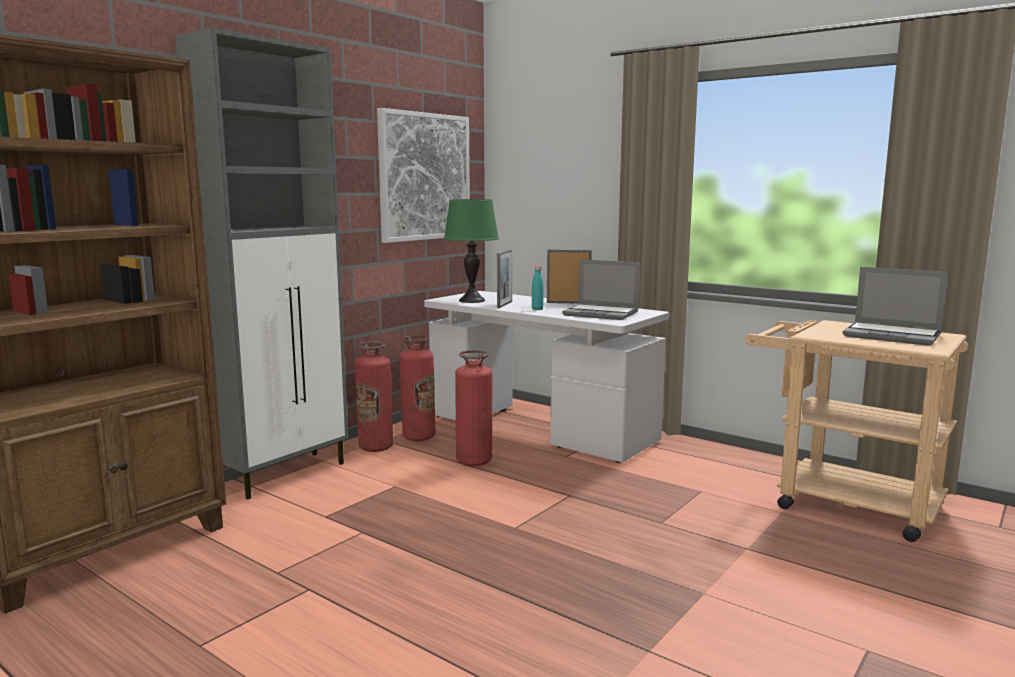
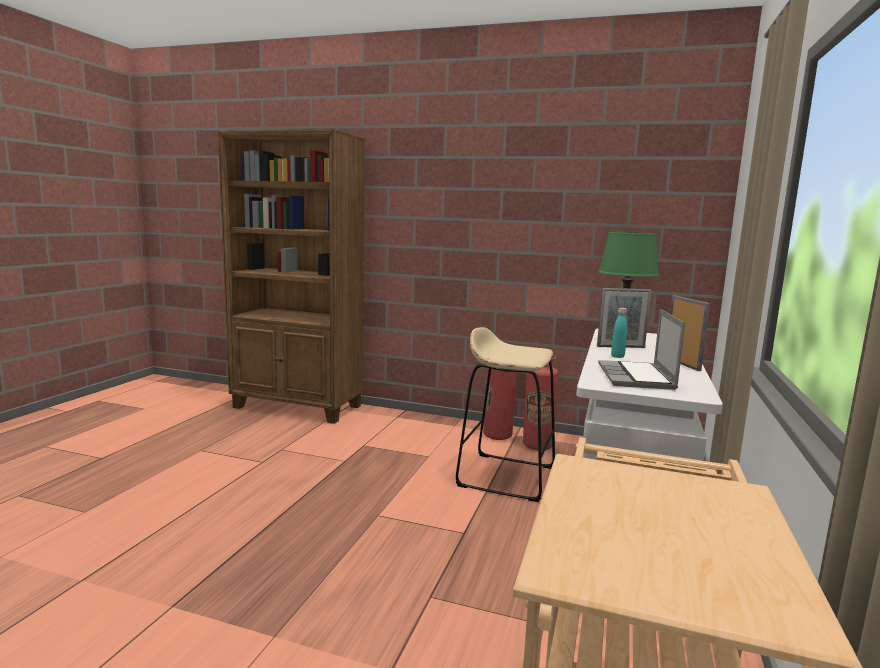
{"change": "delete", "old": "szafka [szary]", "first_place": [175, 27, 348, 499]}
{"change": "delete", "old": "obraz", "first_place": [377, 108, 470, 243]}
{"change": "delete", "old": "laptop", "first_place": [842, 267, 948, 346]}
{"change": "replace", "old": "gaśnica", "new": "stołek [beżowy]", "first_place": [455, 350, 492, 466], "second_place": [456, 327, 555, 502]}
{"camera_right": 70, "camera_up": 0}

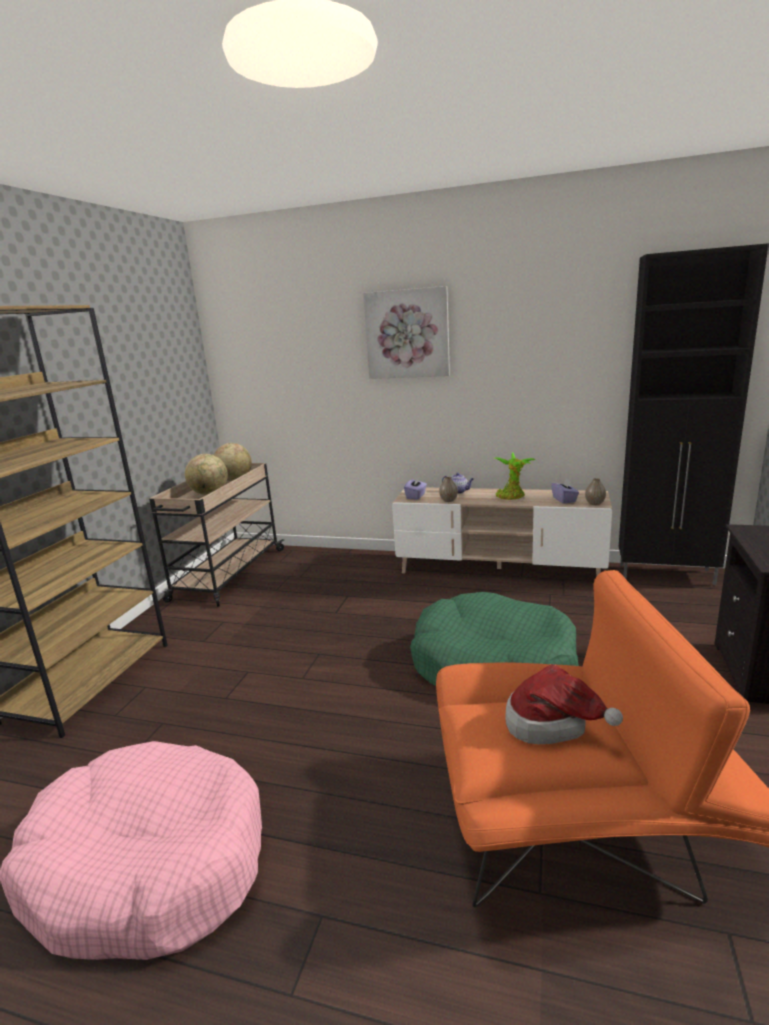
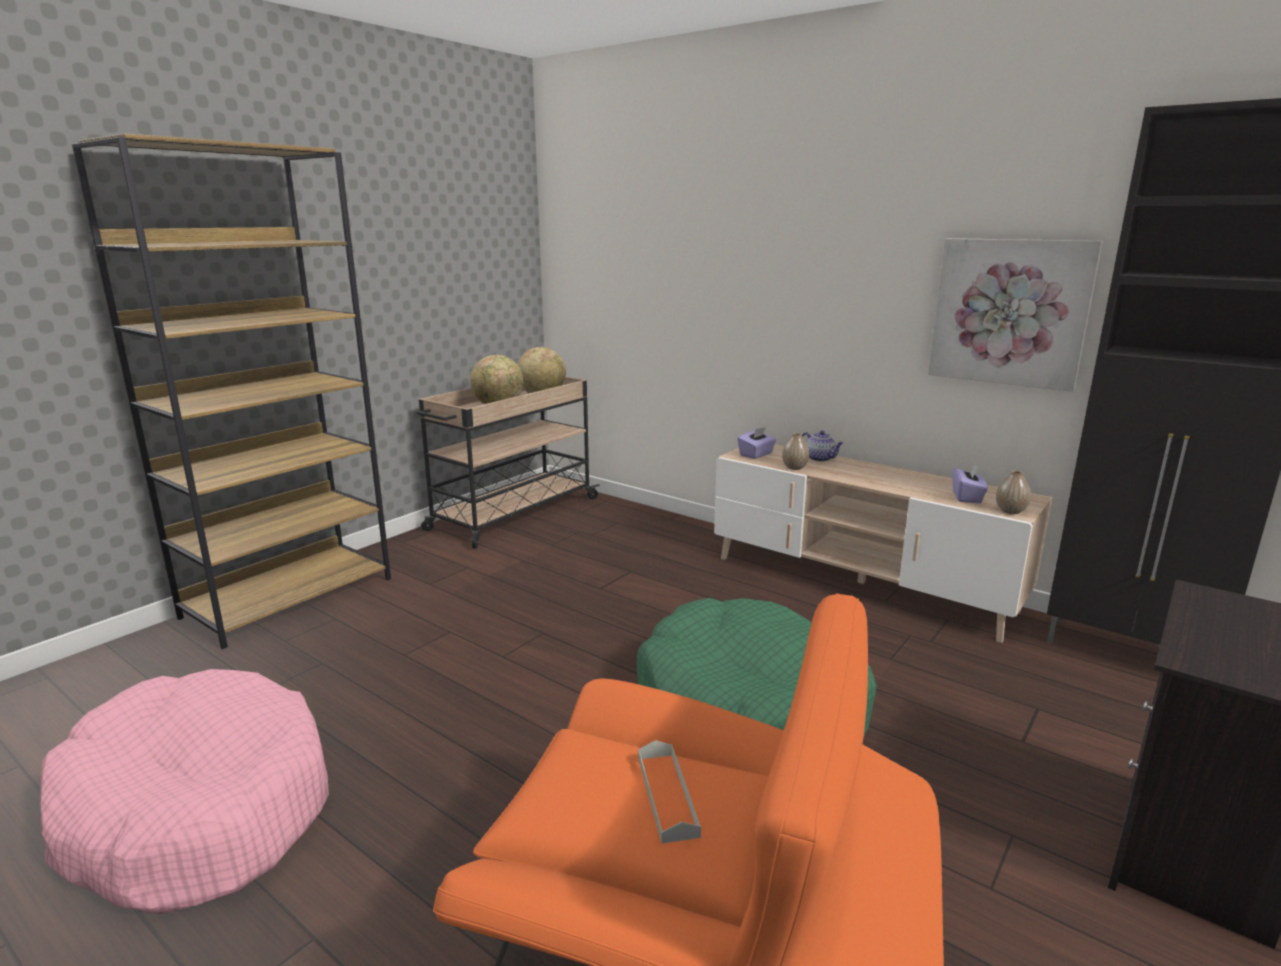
{"change": "delete", "old": "roślina doniczkowa", "first_place": [495, 452, 535, 500]}
{"change": "move", "old": "obraz", "first_place": [363, 286, 450, 379], "second_place": [928, 238, 1103, 392]}
{"change": "replace", "old": "kapelusz", "new": "taca [szary]", "first_place": [505, 664, 623, 744], "second_place": [638, 740, 701, 843]}
{"camera_right": 20, "camera_up": 0}

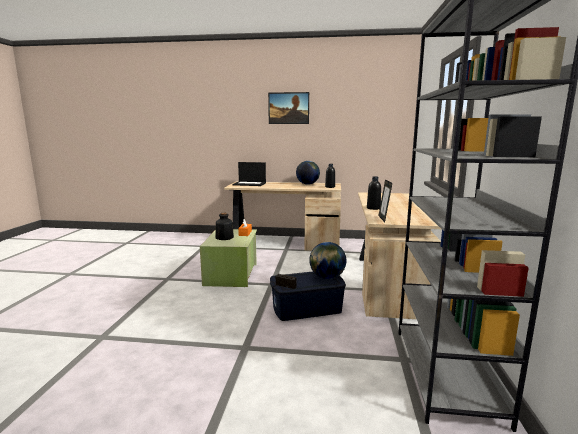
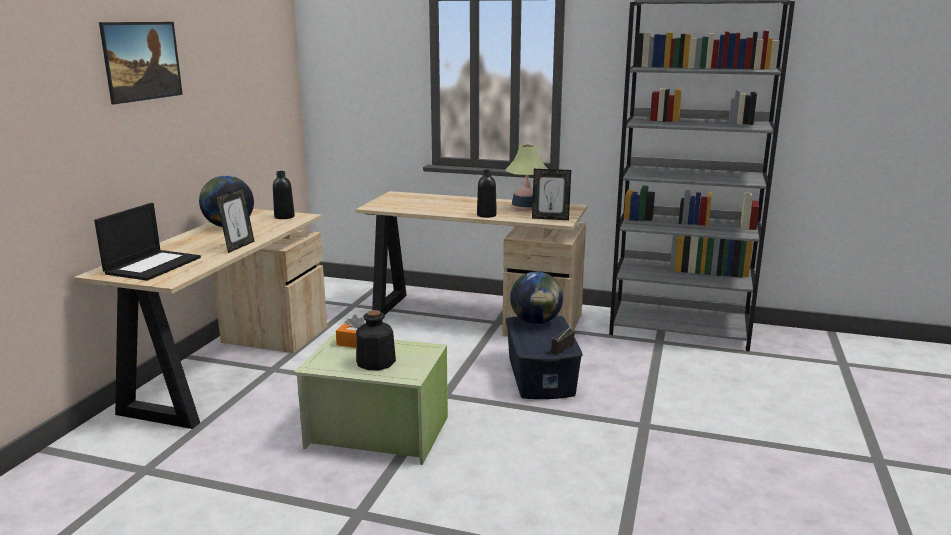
{"change": "insert", "new": "ramka na zdjęcie", "second_place": [216, 187, 255, 253]}
{"change": "insert", "new": "lampa stołowa", "second_place": [505, 143, 548, 211]}
{"camera_right": -80, "camera_up": 5}

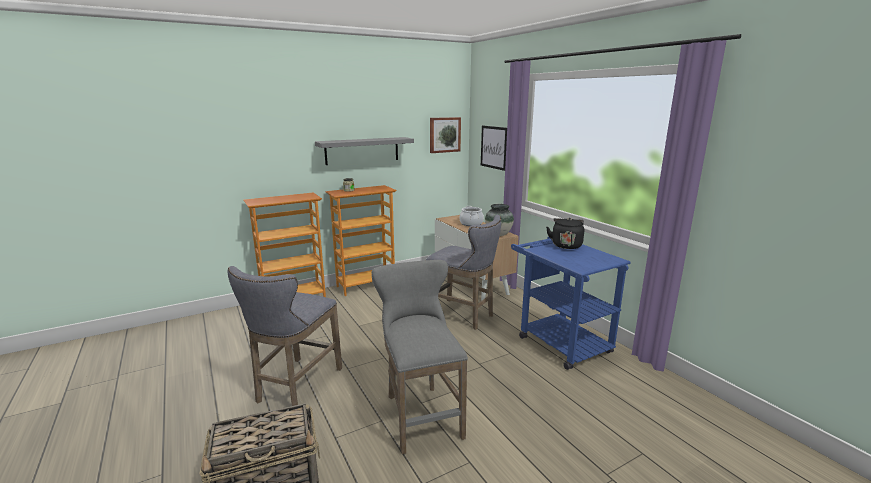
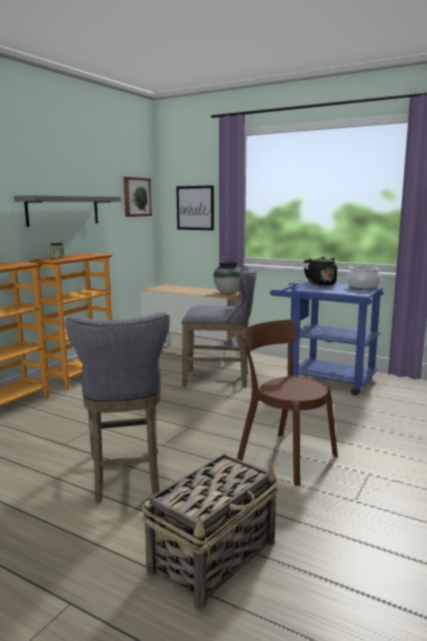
{"change": "move", "old": "garnek", "first_place": [459, 206, 484, 226], "second_place": [347, 266, 381, 290]}
{"change": "replace", "old": "stołek [szary]", "new": "krzesło [brązowy]", "first_place": [371, 260, 468, 454], "second_place": [237, 320, 338, 486]}
{"camera_right": -30, "camera_up": -5}

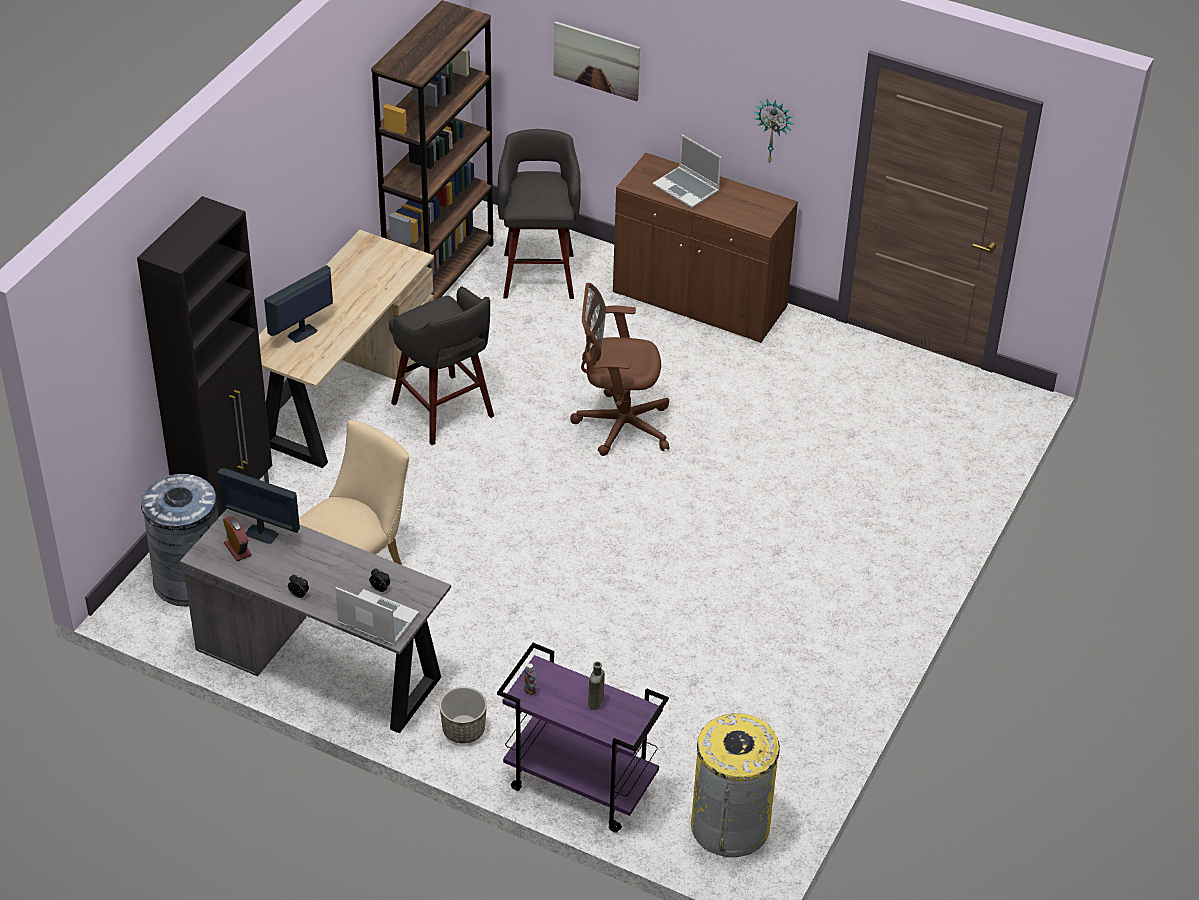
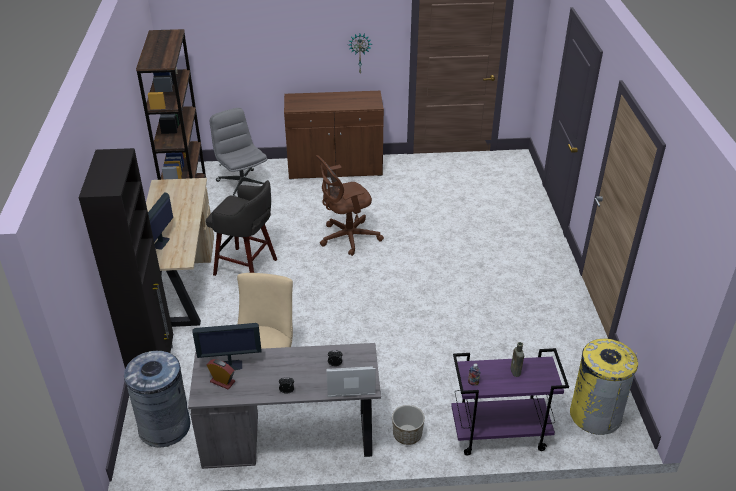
{"change": "delete", "old": "obraz", "first_place": [554, 21, 640, 101]}
{"change": "delete", "old": "laptop", "first_place": [653, 134, 721, 208]}
{"change": "replace", "old": "stołek [szary]", "new": "krzesło biurowe [szary]", "first_place": [497, 129, 581, 299], "second_place": [210, 108, 268, 196]}
{"camera_right": -30, "camera_up": -5}

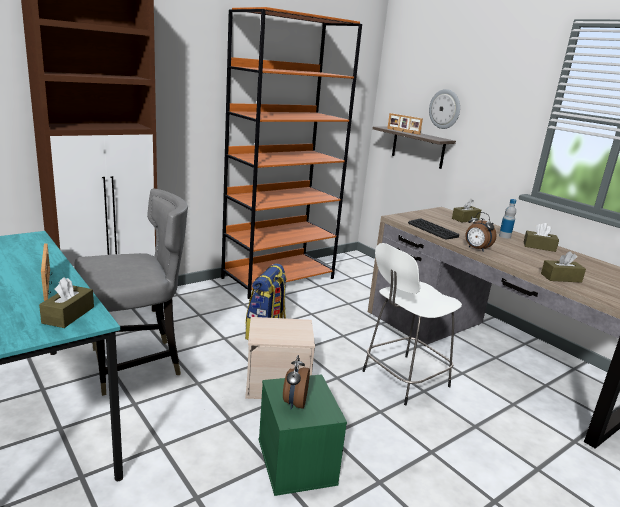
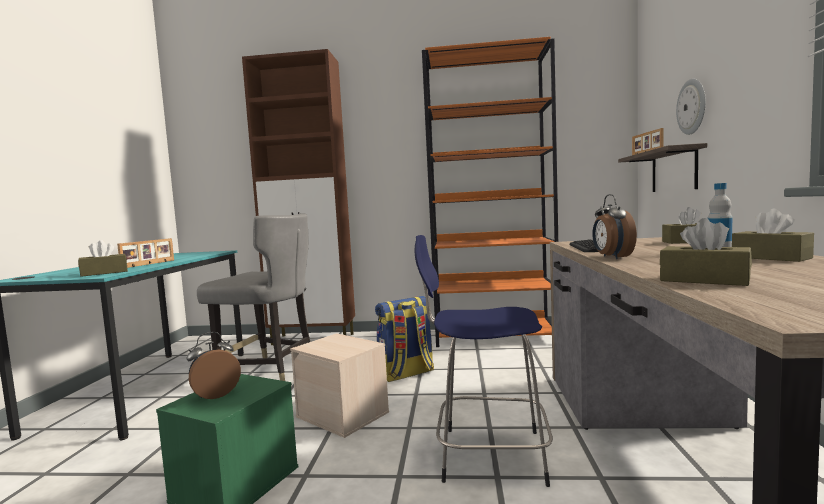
{"change": "recolor", "old": "stołek [biały]", "new": "stołek [niebieski]", "first_place": [363, 243, 462, 405], "second_place": [414, 235, 553, 487]}
{"camera_right": 45, "camera_up": -15}

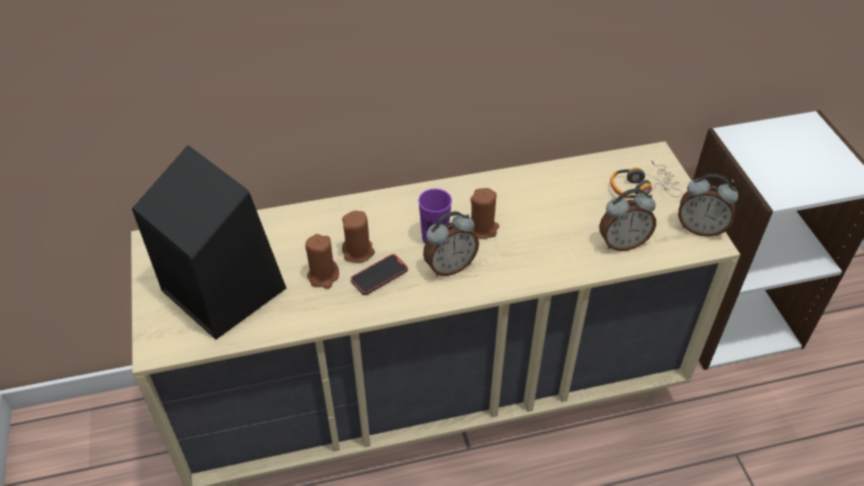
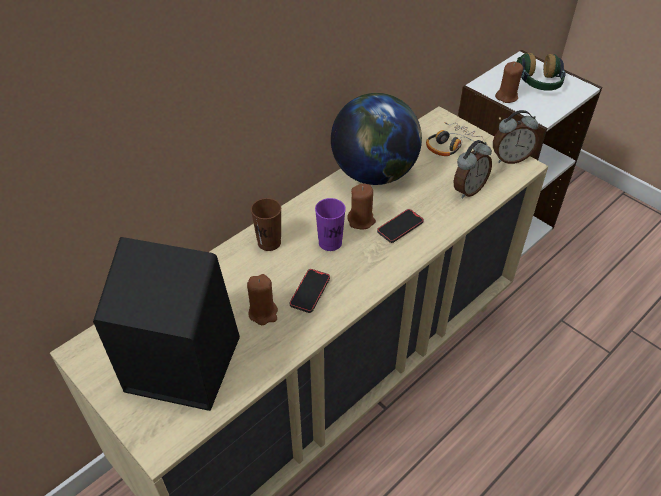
{"change": "delete", "old": "budzik", "first_place": [423, 211, 479, 276]}
{"change": "insert", "new": "filiżanka [brązowy]", "second_place": [251, 198, 281, 251]}
{"change": "insert", "new": "globus", "second_place": [331, 93, 422, 185]}
{"change": "insert", "new": "telefon", "second_place": [377, 209, 424, 243]}
{"change": "insert", "new": "słuchawki", "second_place": [517, 53, 566, 91]}
{"change": "move", "old": "świeca [brązowy]", "first_place": [342, 210, 375, 263], "second_place": [495, 62, 523, 103]}
{"camera_right": -30, "camera_up": 0}

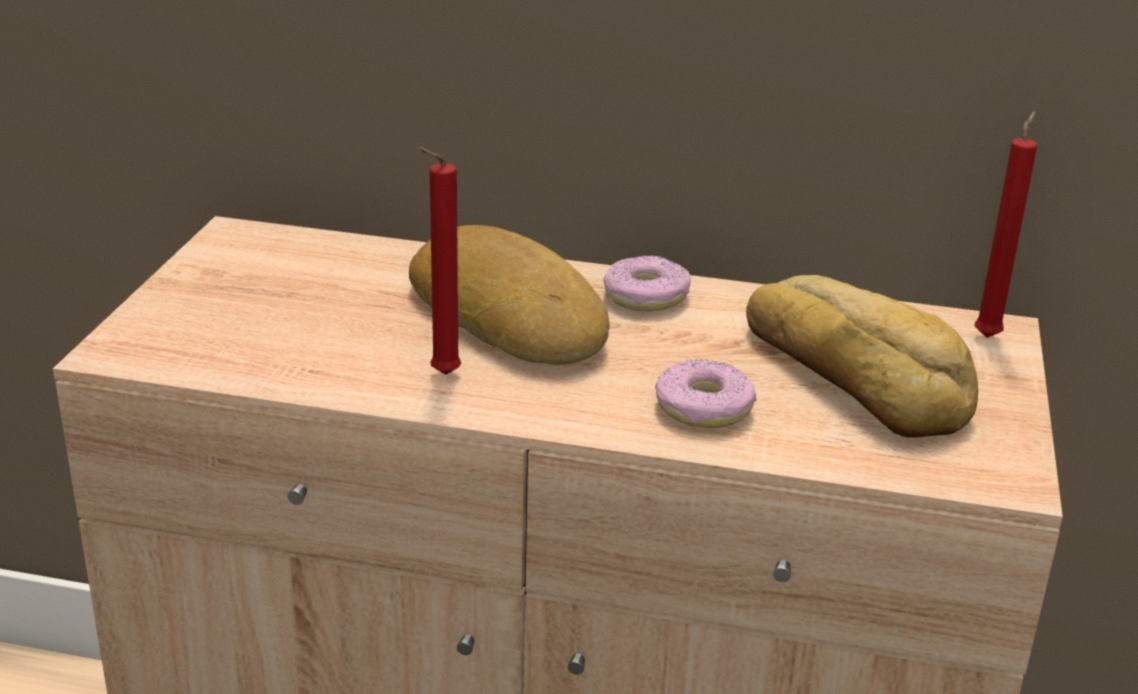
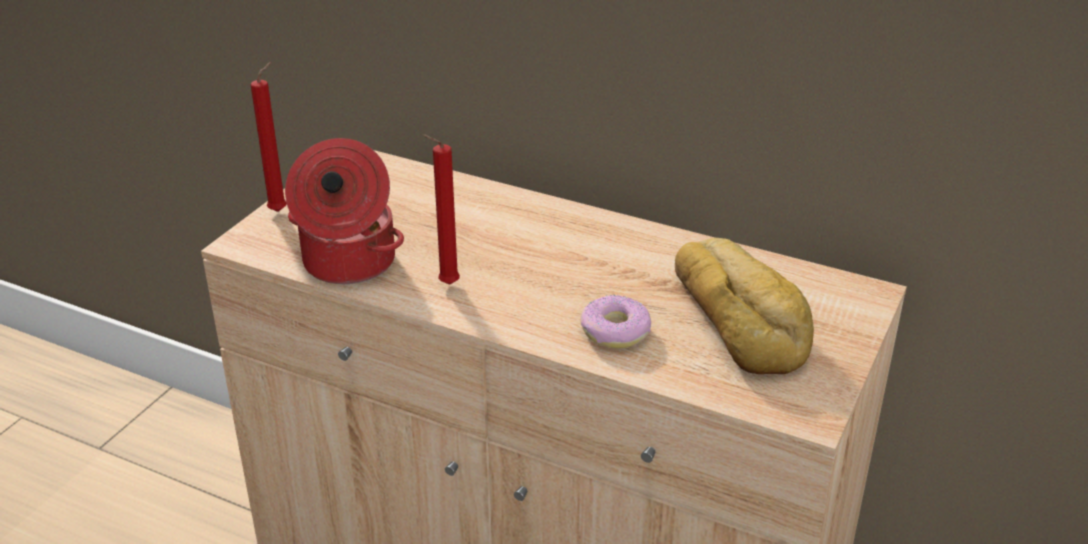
{"change": "delete", "old": "chleb", "first_place": [409, 225, 610, 365]}
{"change": "delete", "old": "donut", "first_place": [603, 255, 691, 312]}
{"change": "insert", "new": "garnek", "second_place": [285, 138, 404, 284]}
{"change": "move", "old": "świeca [czerwony]", "first_place": [974, 111, 1037, 338], "second_place": [251, 62, 287, 212]}
{"camera_right": 15, "camera_up": 5}

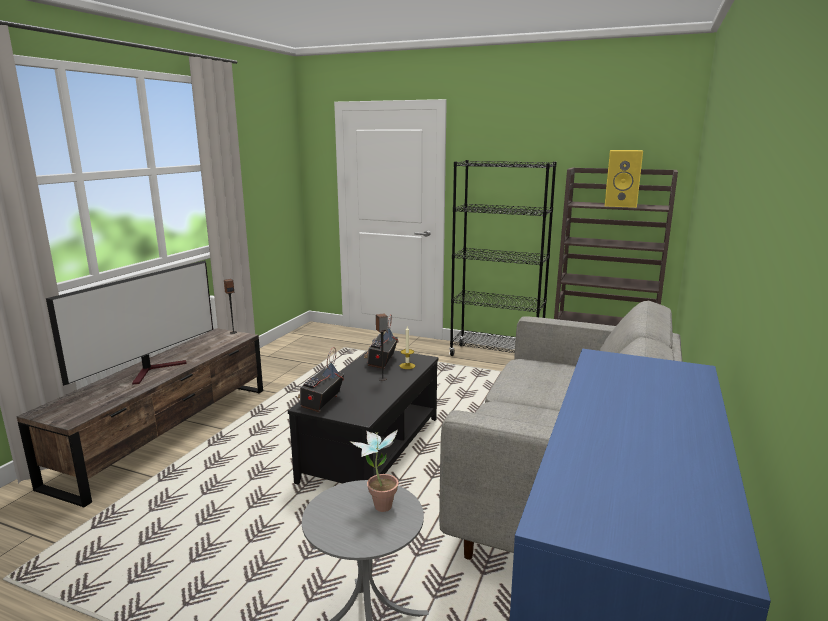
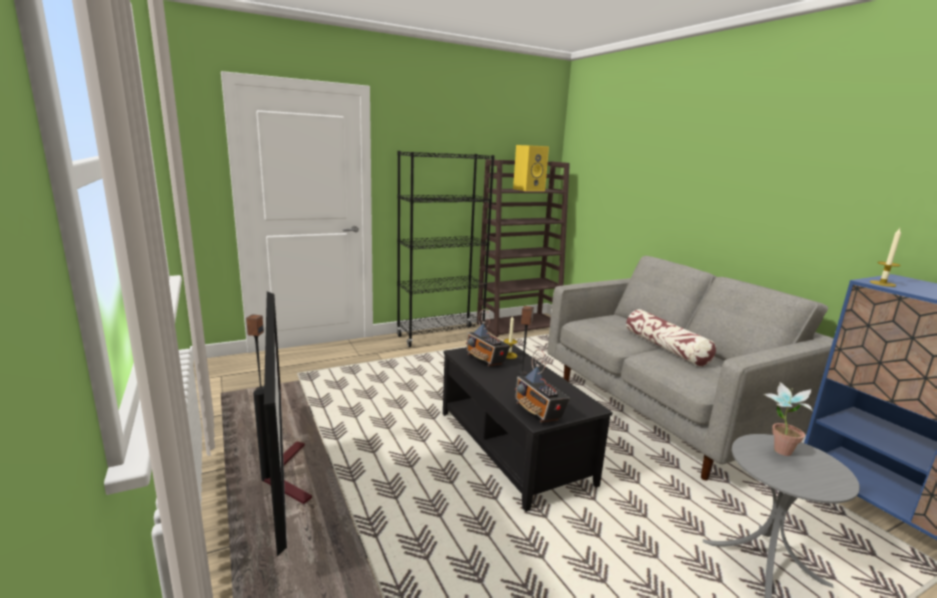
{"change": "insert", "new": "poduszka", "second_place": [626, 309, 716, 366]}
{"change": "insert", "new": "świeca", "second_place": [870, 228, 901, 287]}
{"camera_right": -50, "camera_up": 0}

